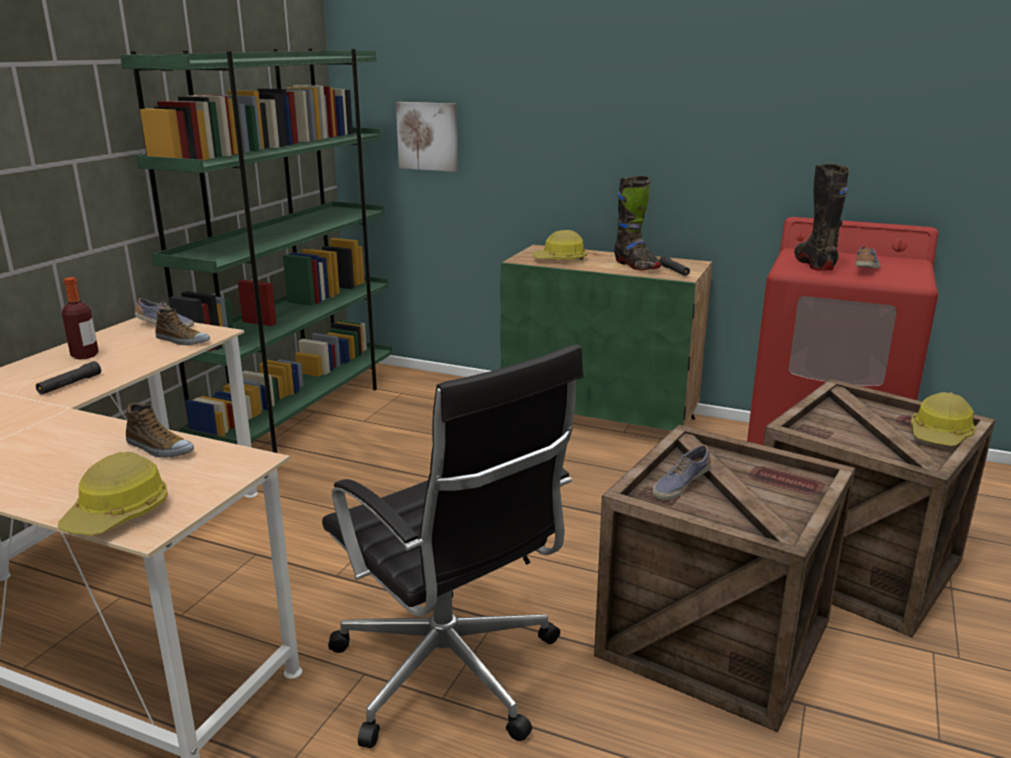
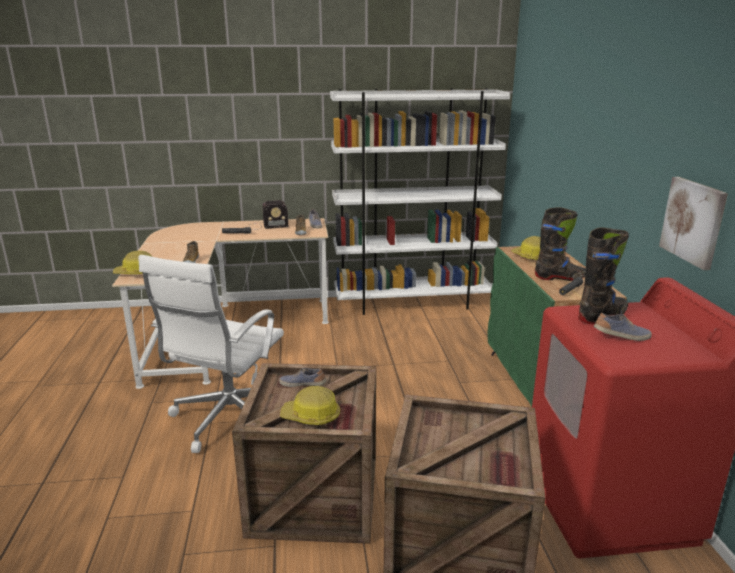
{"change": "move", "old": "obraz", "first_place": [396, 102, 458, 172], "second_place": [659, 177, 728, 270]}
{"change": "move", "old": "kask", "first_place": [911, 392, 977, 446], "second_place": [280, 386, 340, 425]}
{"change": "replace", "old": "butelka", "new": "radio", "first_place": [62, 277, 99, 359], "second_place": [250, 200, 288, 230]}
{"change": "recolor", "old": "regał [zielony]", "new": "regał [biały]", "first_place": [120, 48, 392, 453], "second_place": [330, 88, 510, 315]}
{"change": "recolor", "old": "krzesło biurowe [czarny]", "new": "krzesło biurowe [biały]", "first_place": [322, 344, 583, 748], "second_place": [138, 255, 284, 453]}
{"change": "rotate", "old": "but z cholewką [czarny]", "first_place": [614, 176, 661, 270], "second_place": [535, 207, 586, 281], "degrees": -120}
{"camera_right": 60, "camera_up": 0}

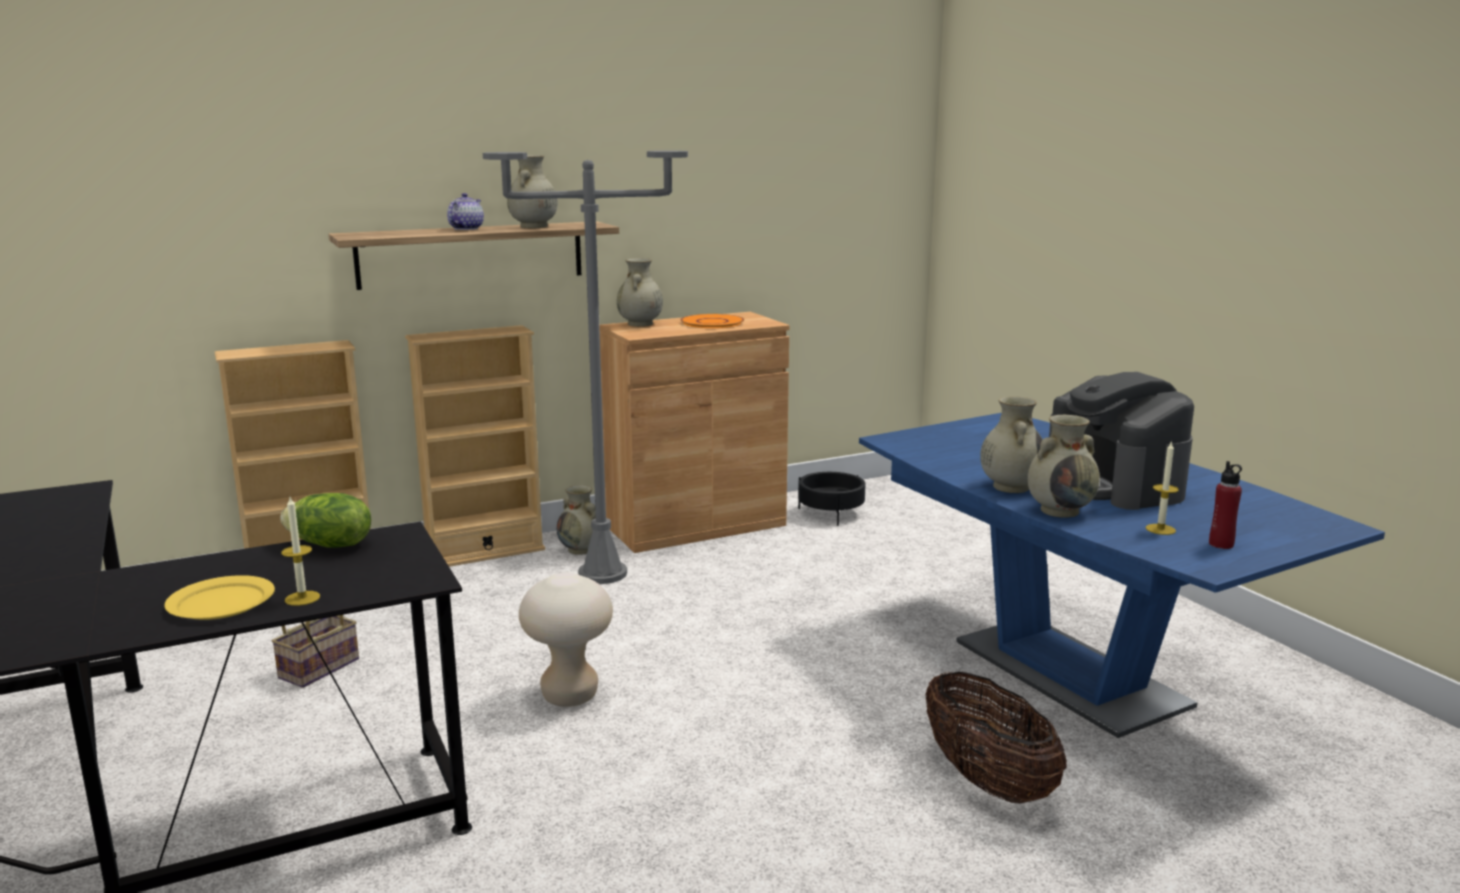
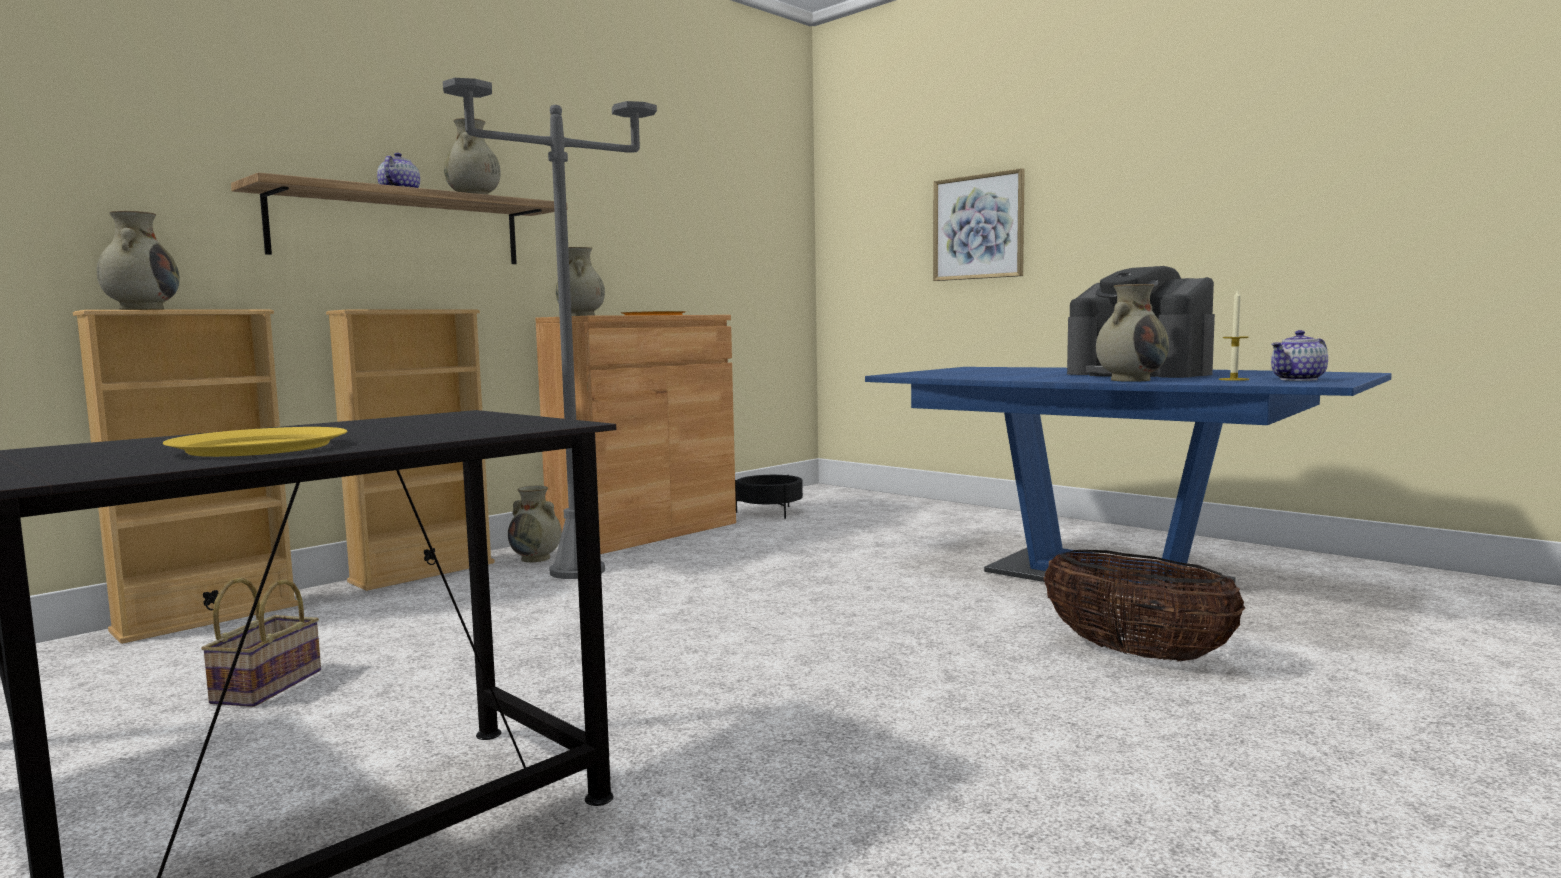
{"change": "delete", "old": "sałata", "first_place": [280, 493, 371, 548]}
{"change": "delete", "old": "świeca", "first_place": [281, 497, 320, 606]}
{"change": "delete", "old": "stołek [beżowy]", "first_place": [519, 573, 613, 707]}
{"change": "insert", "new": "obraz", "second_place": [933, 168, 1025, 281]}
{"change": "move", "old": "wazon [beżowy]", "first_place": [980, 396, 1043, 493], "second_place": [96, 211, 180, 310]}
{"change": "replace", "old": "butelka [czerwony]", "new": "imbryk", "first_place": [1209, 461, 1242, 549], "second_place": [1271, 330, 1328, 381]}
{"camera_right": -20, "camera_up": -10}

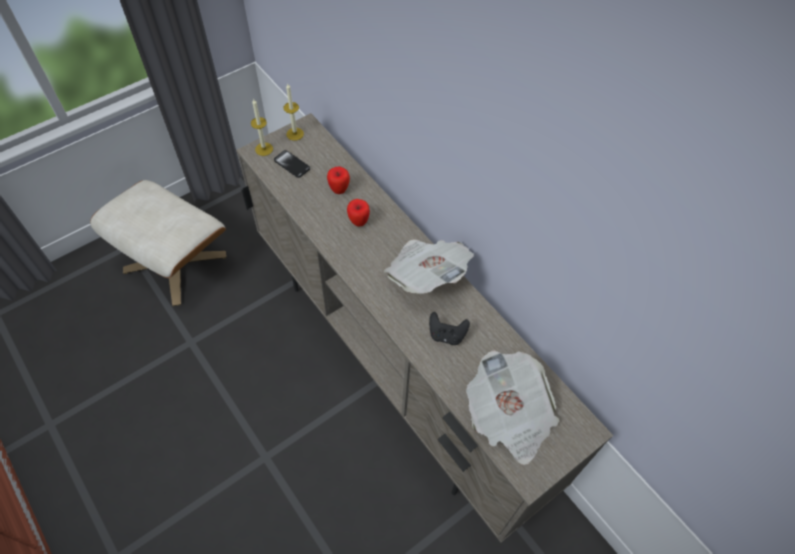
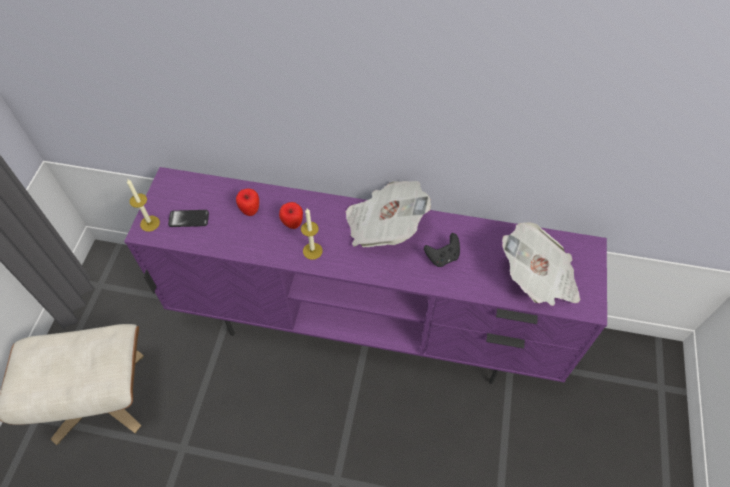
{"change": "move", "old": "świeca", "first_place": [283, 84, 304, 141], "second_place": [301, 208, 323, 260]}
{"change": "recolor", "old": "szafka pod telewizor [beżowy]", "new": "szafka pod telewizor [fioletowy]", "first_place": [236, 113, 613, 542], "second_place": [124, 167, 607, 384]}
{"camera_right": -40, "camera_up": 0}

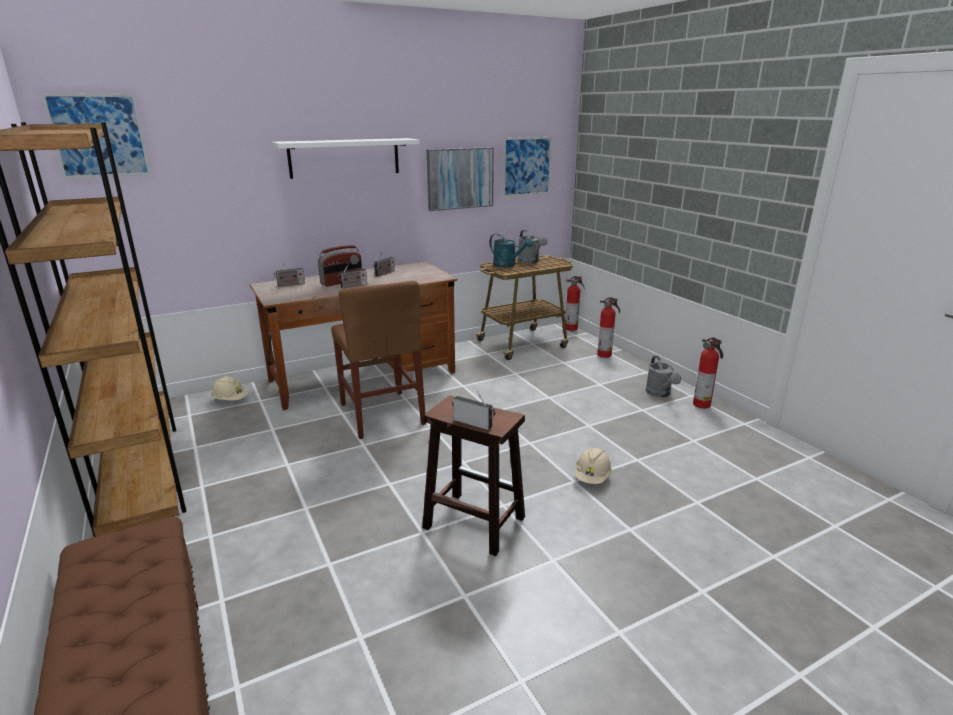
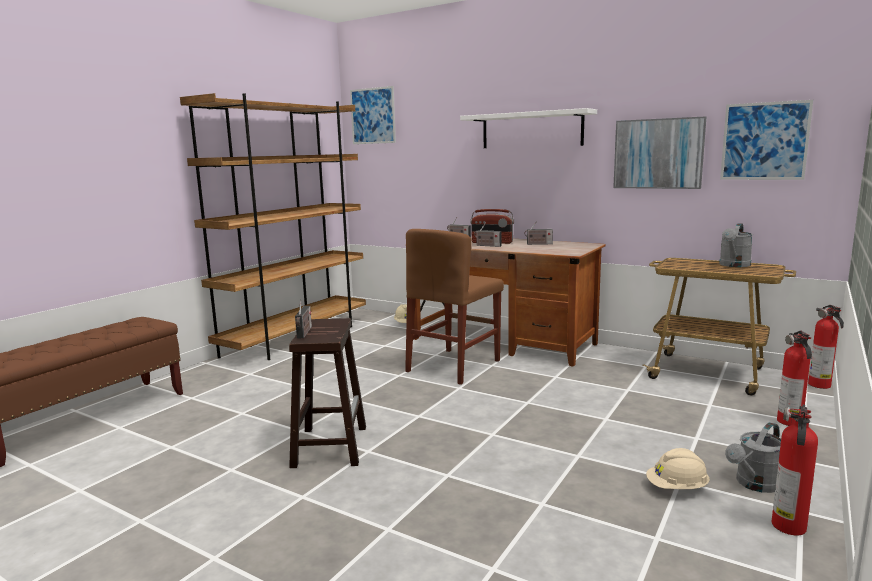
{"change": "delete", "old": "konewka [turkusowy]", "first_place": [489, 234, 533, 267]}
{"change": "move", "old": "kask [beżowy]", "first_place": [575, 447, 612, 484], "second_place": [646, 448, 710, 489]}
{"camera_right": 60, "camera_up": -10}

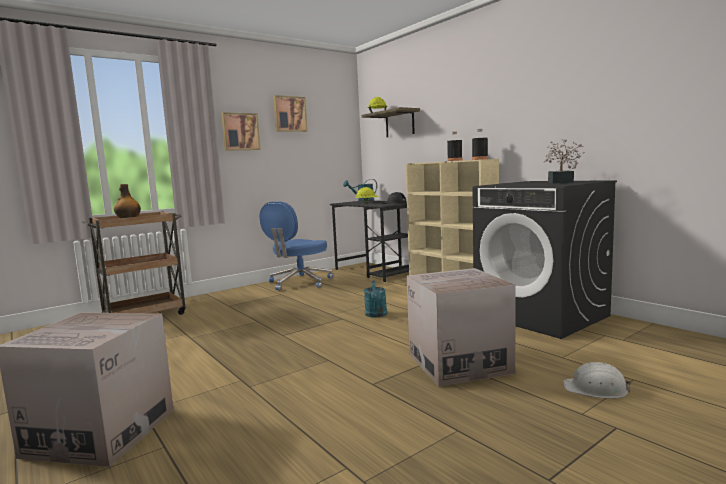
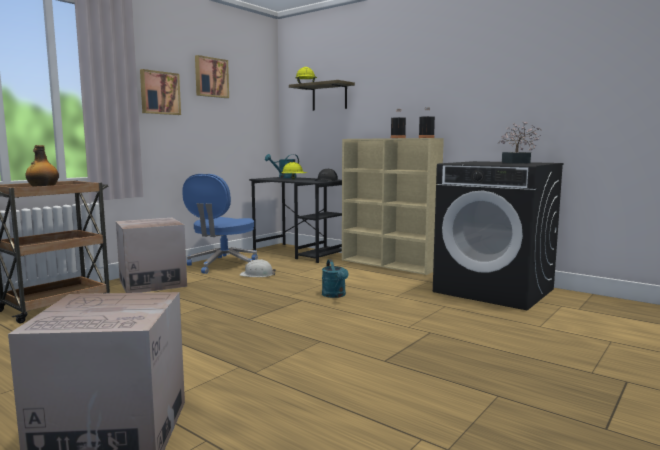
{"change": "move", "old": "karton", "first_place": [407, 268, 516, 386], "second_place": [116, 218, 187, 293]}
{"change": "move", "old": "kask [biały]", "first_place": [563, 362, 631, 399], "second_place": [240, 259, 276, 277]}
{"camera_right": -15, "camera_up": 0}

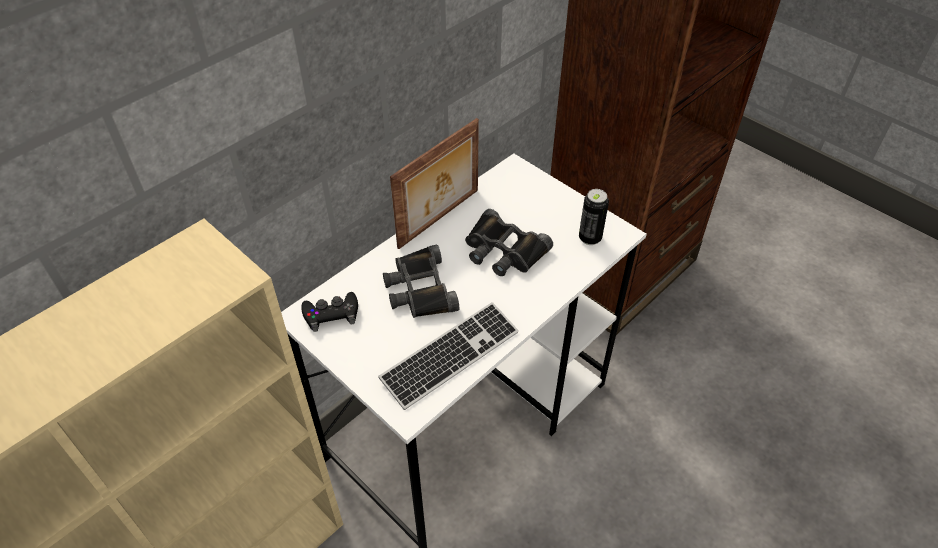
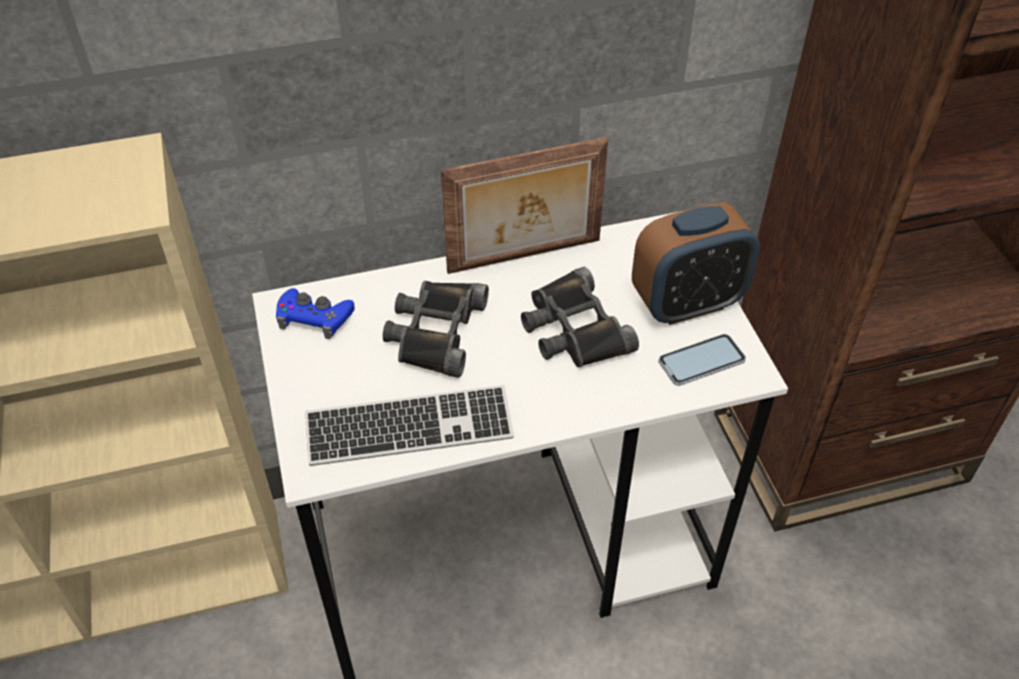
{"change": "insert", "new": "budzik", "second_place": [632, 202, 760, 325]}
{"change": "replace", "old": "puszka", "new": "telefon", "first_place": [579, 189, 609, 245], "second_place": [658, 334, 746, 386]}
{"change": "recolor", "old": "pad do gier [czarny]", "new": "pad do gier [niebieski]", "first_place": [301, 292, 358, 332], "second_place": [276, 288, 355, 339]}
{"camera_right": 30, "camera_up": 0}

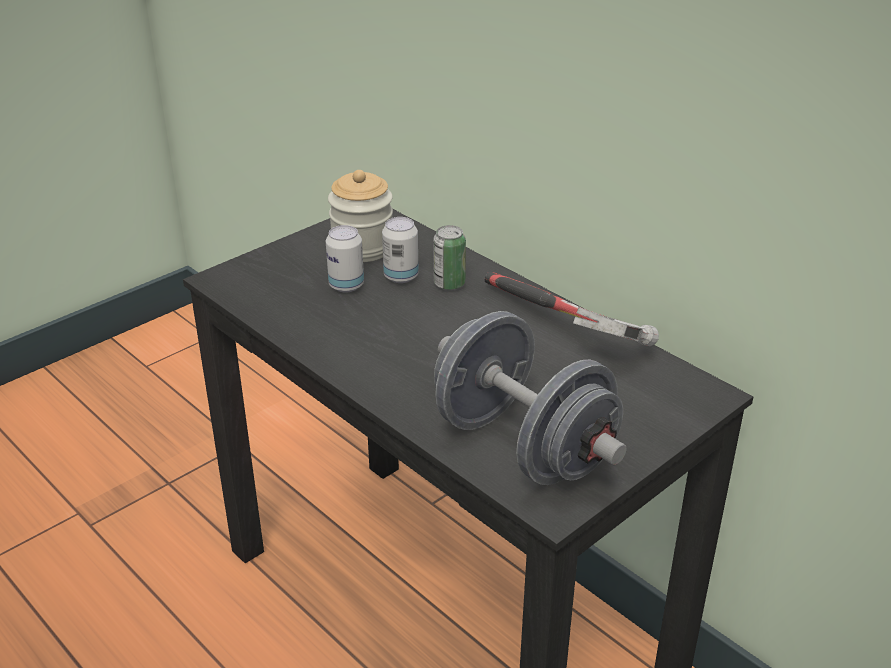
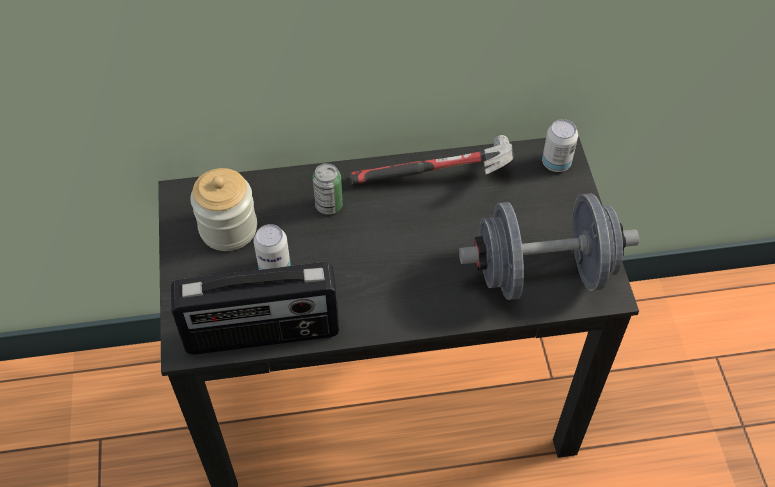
{"change": "insert", "new": "radio", "second_place": [171, 262, 339, 354]}
{"change": "move", "old": "puszka", "first_place": [382, 217, 419, 283], "second_place": [542, 119, 578, 172]}
{"camera_right": -55, "camera_up": 20}

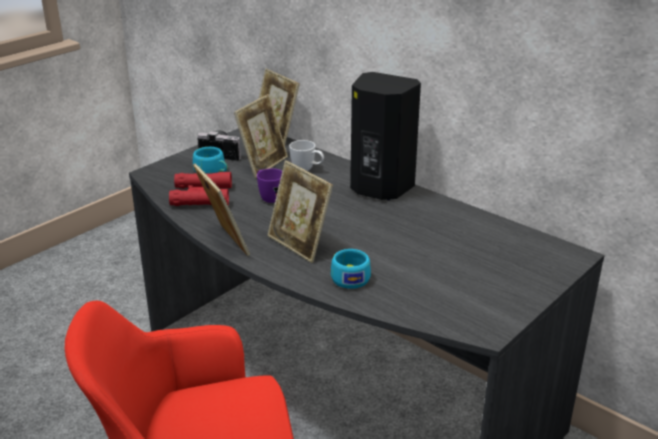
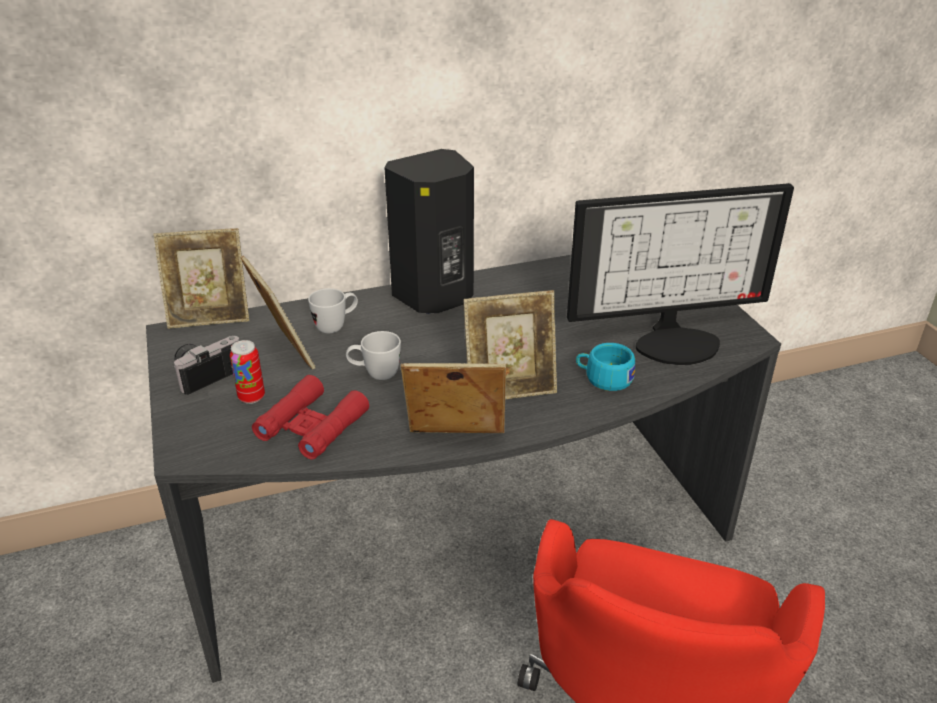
{"change": "insert", "new": "monitor", "second_place": [567, 183, 794, 365]}
{"change": "replace", "old": "filiżanka [turkusowy]", "new": "puszka", "first_place": [193, 147, 228, 174], "second_place": [230, 340, 265, 404]}
{"change": "recolor", "old": "kubek [fioletowy]", "new": "kubek [biały]", "first_place": [257, 168, 282, 203], "second_place": [346, 331, 401, 380]}
{"camera_right": -60, "camera_up": 5}

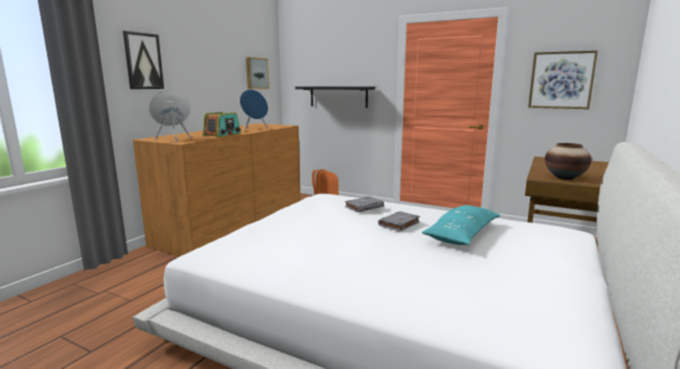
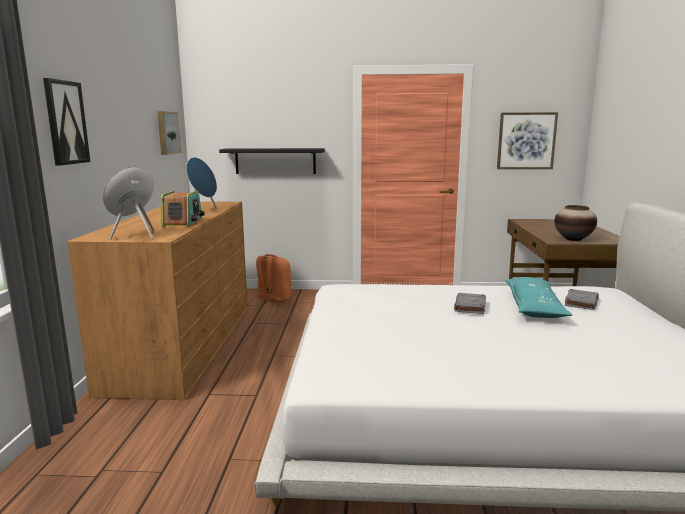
{"change": "move", "old": "książka [szary]", "first_place": [345, 196, 384, 212], "second_place": [565, 289, 599, 310]}
{"camera_right": -25, "camera_up": 0}

